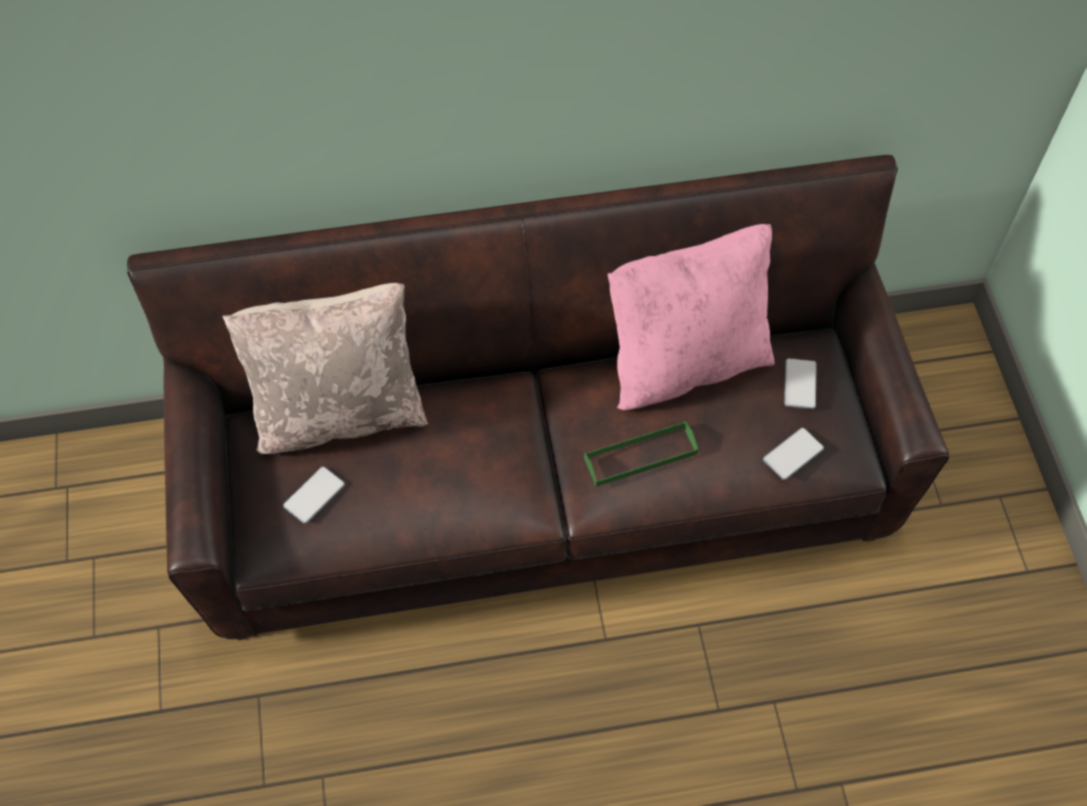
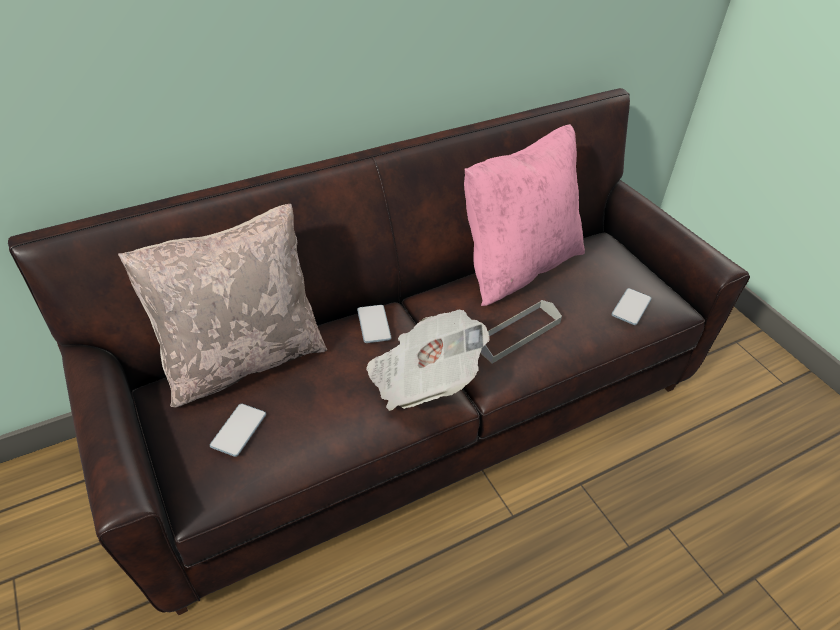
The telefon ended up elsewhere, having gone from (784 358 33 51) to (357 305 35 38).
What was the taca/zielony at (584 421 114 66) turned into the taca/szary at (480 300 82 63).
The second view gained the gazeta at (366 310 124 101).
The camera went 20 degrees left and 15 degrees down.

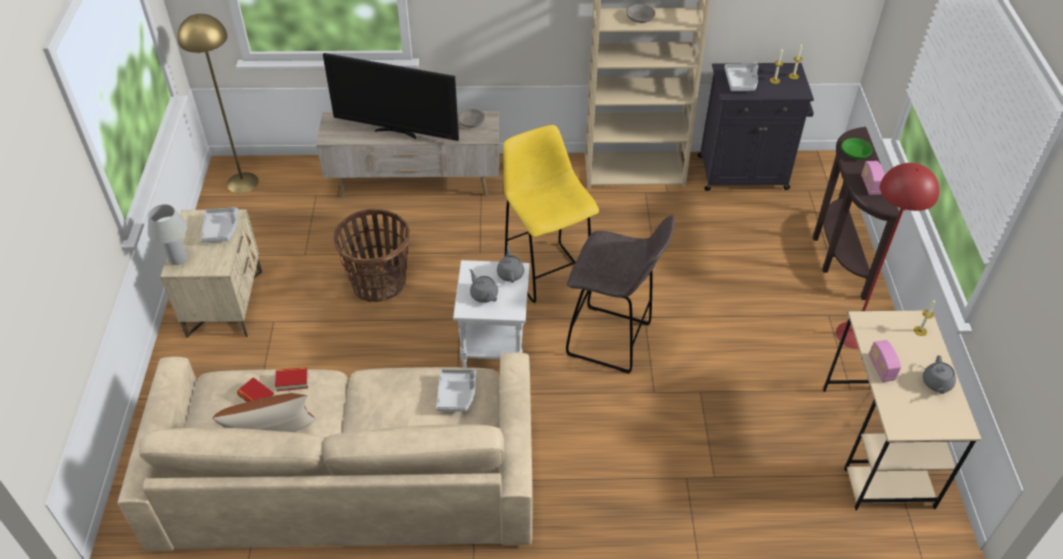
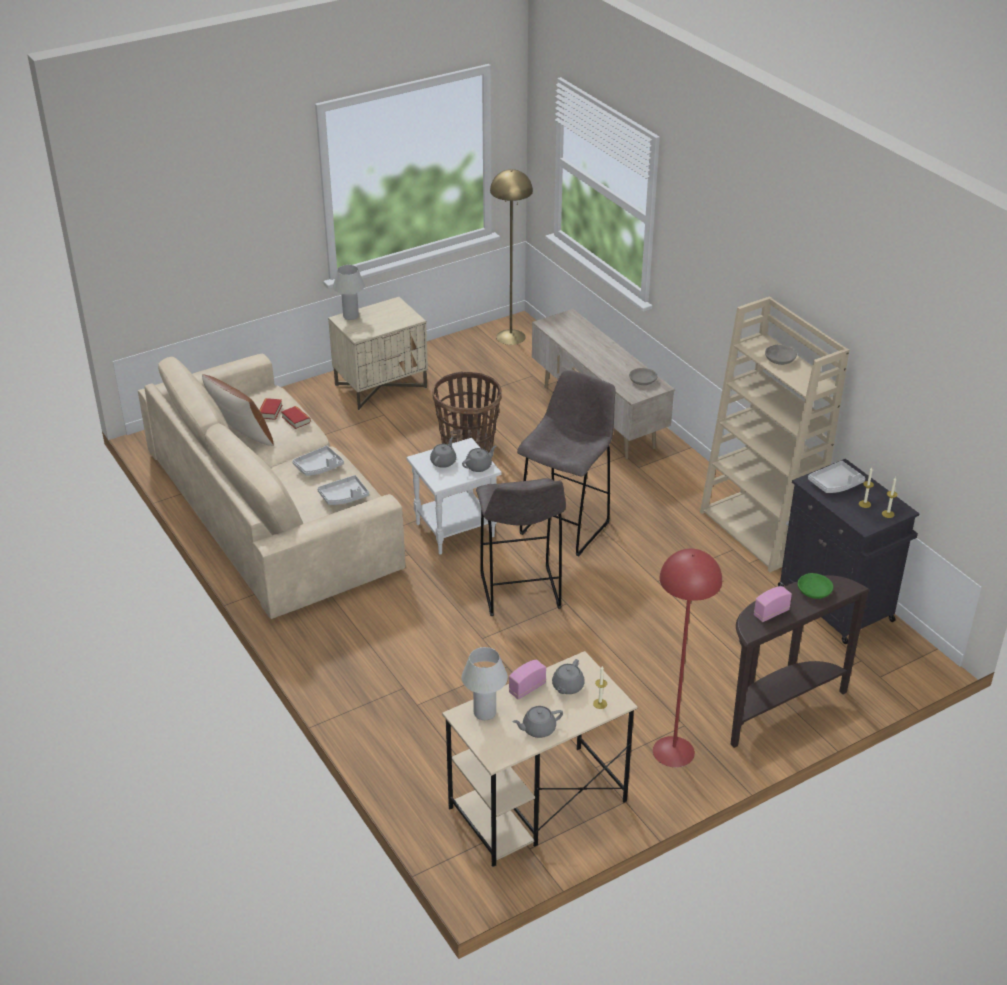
The second view lost the telewizor at (323 53 136 88).
What was the stołek/żółty at (503 125 96 180) turned into the stołek/szary at (517 370 99 186).
The taca/szary ended up elsewhere, having gone from (201 207 37 36) to (292 446 52 30).
The second view gained the lampa stołowa/biały at (462 647 46 73).
The second view gained the imbryk/szary at (552 659 33 35).
The camera went 60 degrees right and 10 degrees down.

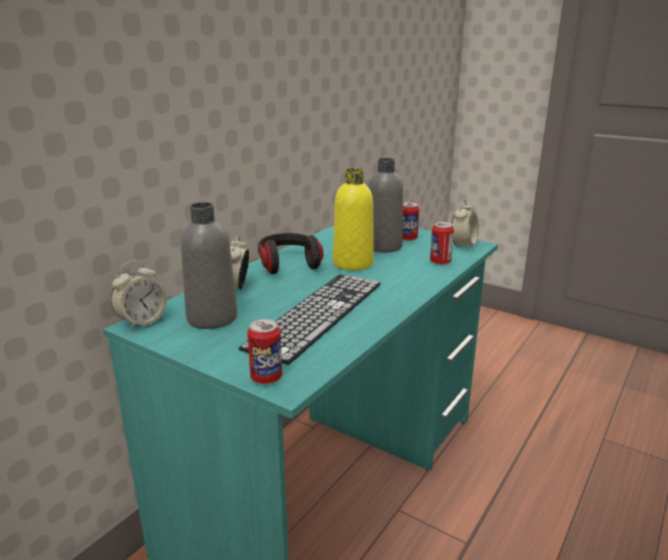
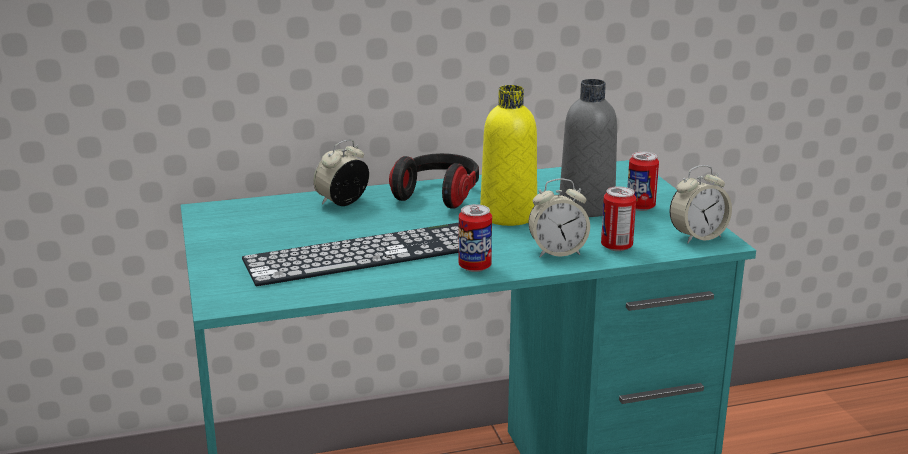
The second view lost the butelka/szary at (181 202 57 127).
The budzik ended up elsewhere, having gone from (111 261 56 69) to (528 178 62 79).
The puszka ended up elsewhere, having gone from (247 319 35 65) to (459 204 33 68).
The camera went 40 degrees right and 0 degrees up.

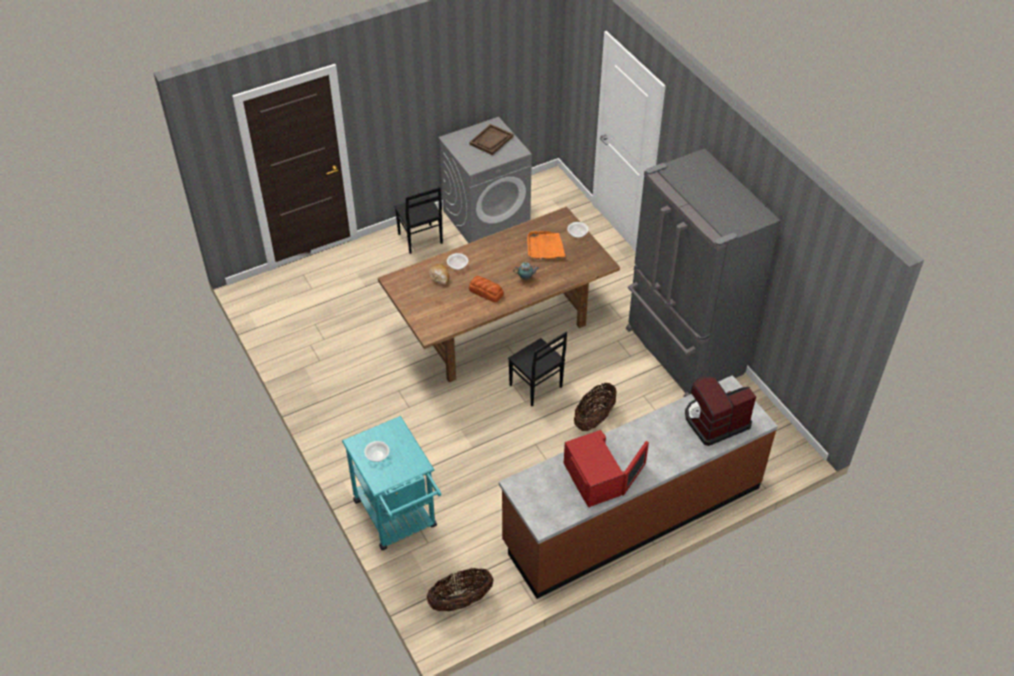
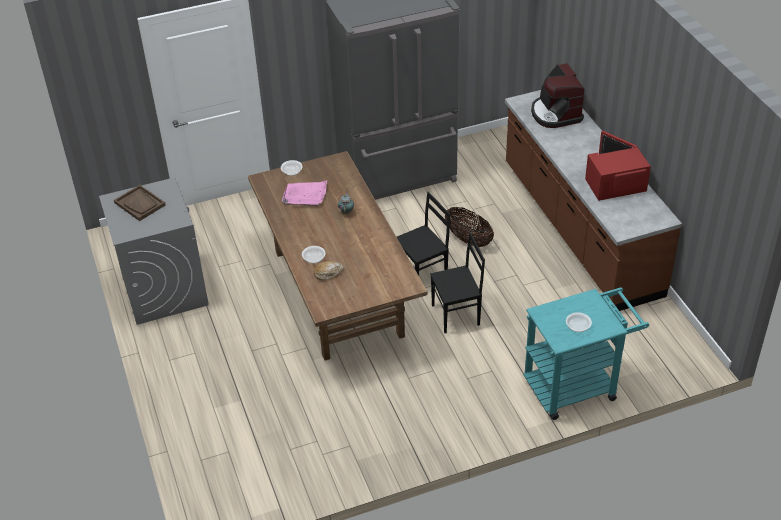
The krzesło/czarny ended up elsewhere, having gone from (394 187 49 67) to (430 232 55 101).
What was the taca/pomarańczowy at (527 231 39 28) turned into the taca/różowy at (282 181 45 25).
The second view lost the chleb at (469 276 35 26).
The second view lost the koszyk at (426 568 67 43).
The camera went 80 degrees left and 5 degrees down.

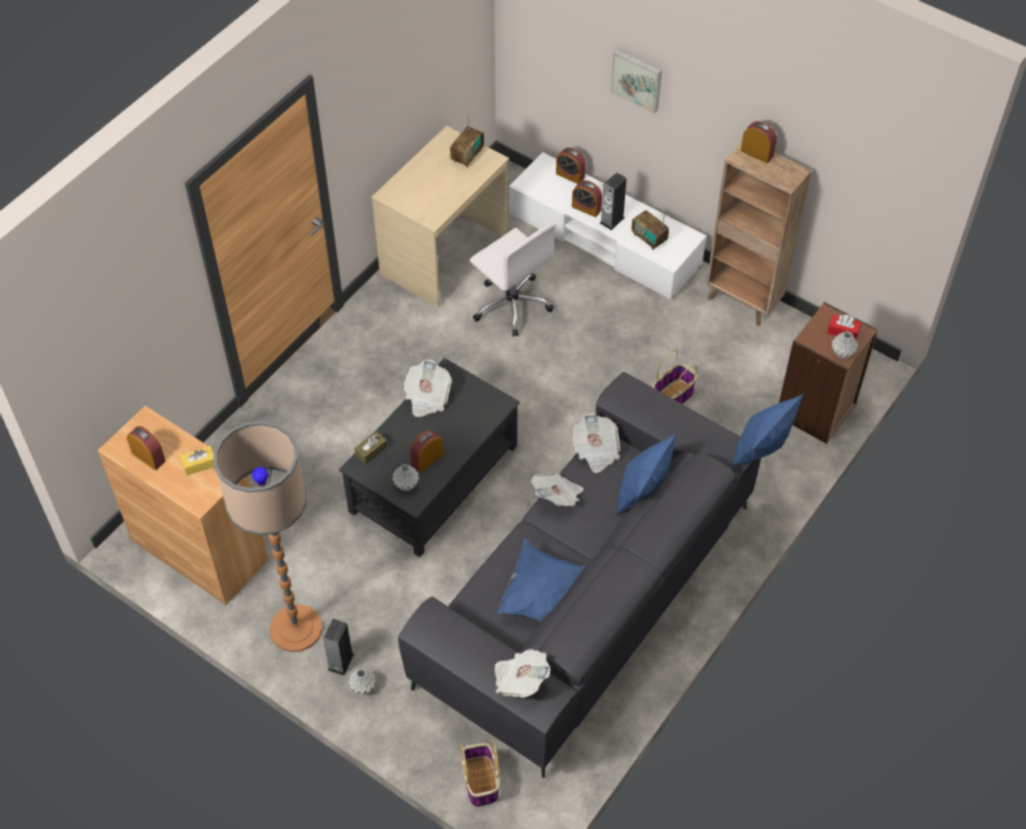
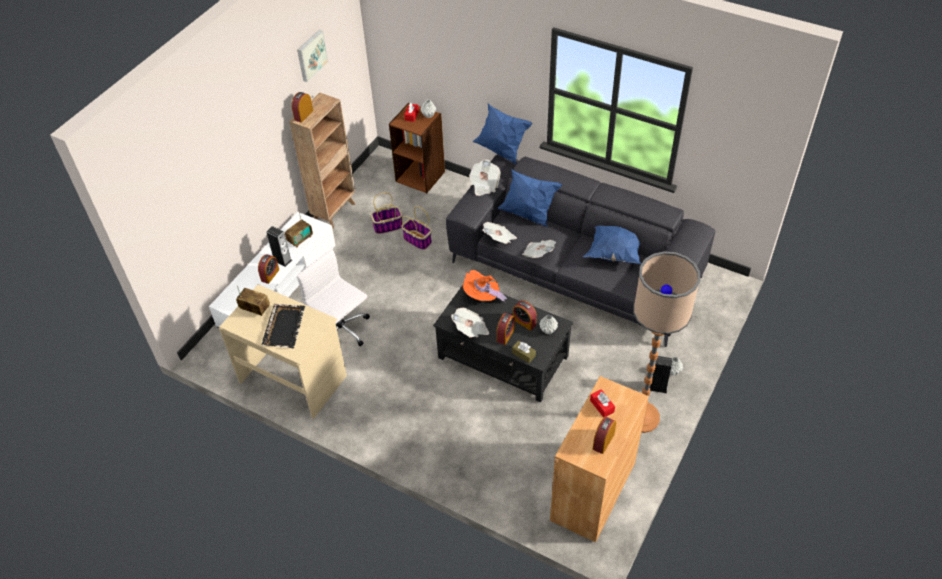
The obraz ended up elsewhere, having gone from (611 49 51 65) to (297 30 31 52).
The budzik ended up elsewhere, having gone from (556 147 30 37) to (497 313 18 32).
The krzesło biurowe/biały at (469 223 86 114) ended up facing another way, 90 degrees counterclockwise from before.
What was the pudełko chusteczek/żółty at (180 446 34 30) turned into the pudełko chusteczek/czerwony at (590 389 25 29).
The gazeta ended up elsewhere, having gone from (495 649 55 49) to (469 160 32 36).
The koszyk ended up elsewhere, having gone from (461 739 39 68) to (371 193 31 41).
The second view gained the kapelusz/pomarańczowy at (463 270 44 32).
The second view gained the taca/czarny at (261 304 44 44).
The camera went 95 degrees left and 5 degrees down.

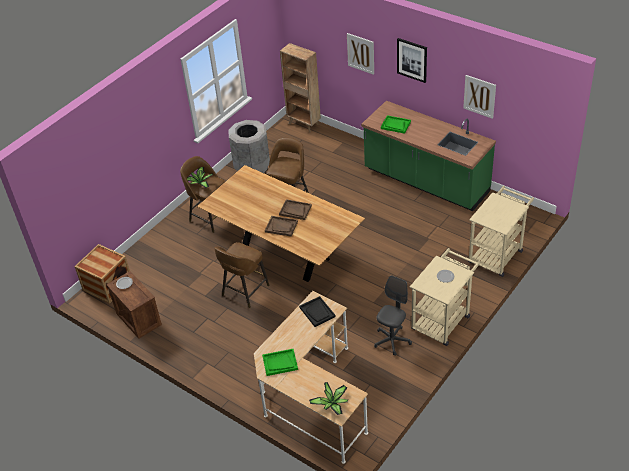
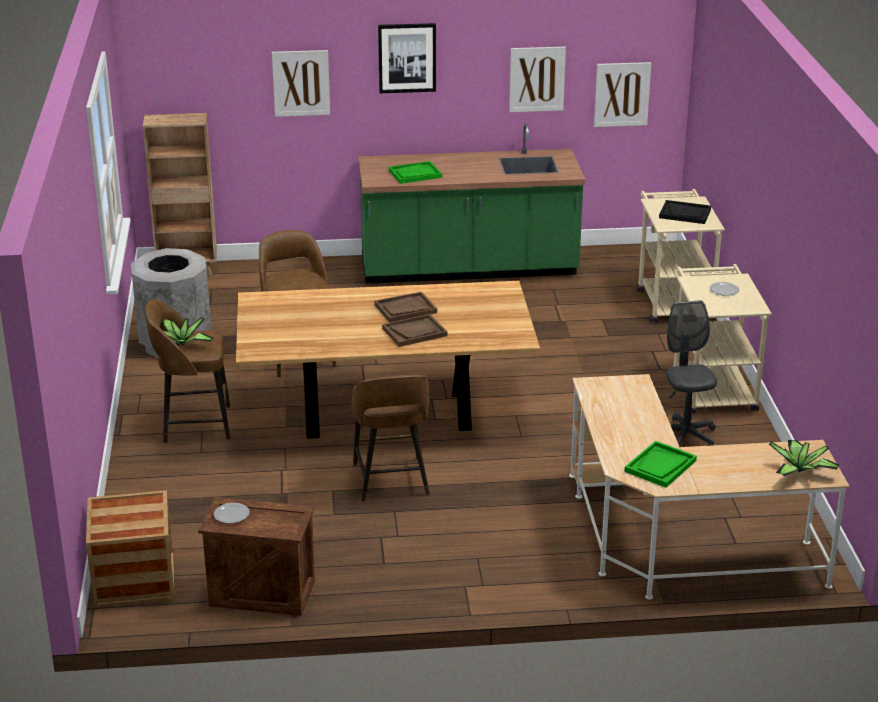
The taca/czarny ended up elsewhere, having gone from (299 296 37 31) to (659 200 52 24).
The second view gained the obraz at (594 62 57 65).
The camera went 45 degrees left and 15 degrees down.

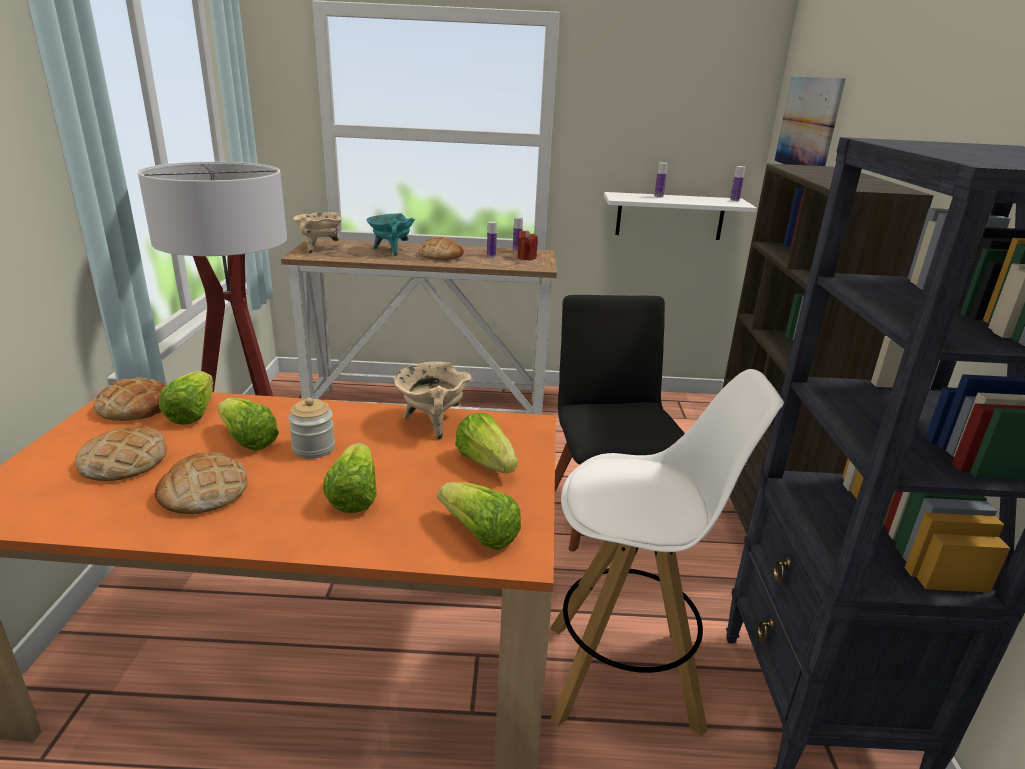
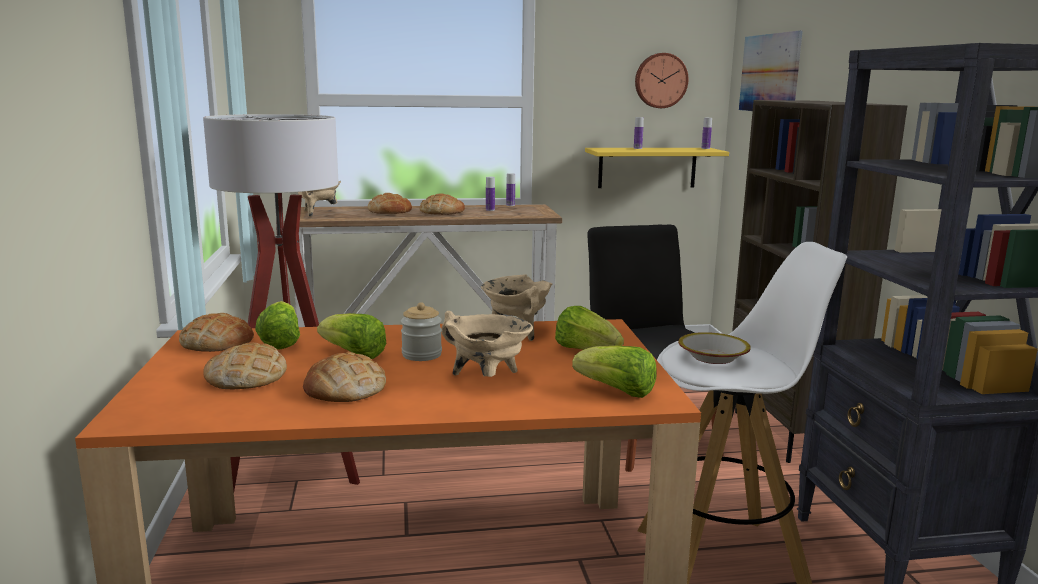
What was the półka/biały at (604 192 153 48) turned into the półka/żółty at (585 148 144 40).
Where the garnek/turkusowy stood at (367 213 48 43), the chleb came to stand at (368 193 44 21).
The second view lost the świeca/czerwony at (518 230 20 30).
Where the sałata stood at (323 443 54 70), the garnek/beżowy came to stand at (442 311 91 66).
The second view gained the zegar ścienny at (635 53 53 55).
The second view gained the miska at (678 332 73 32).
The camera went 10 degrees left and 10 degrees down.

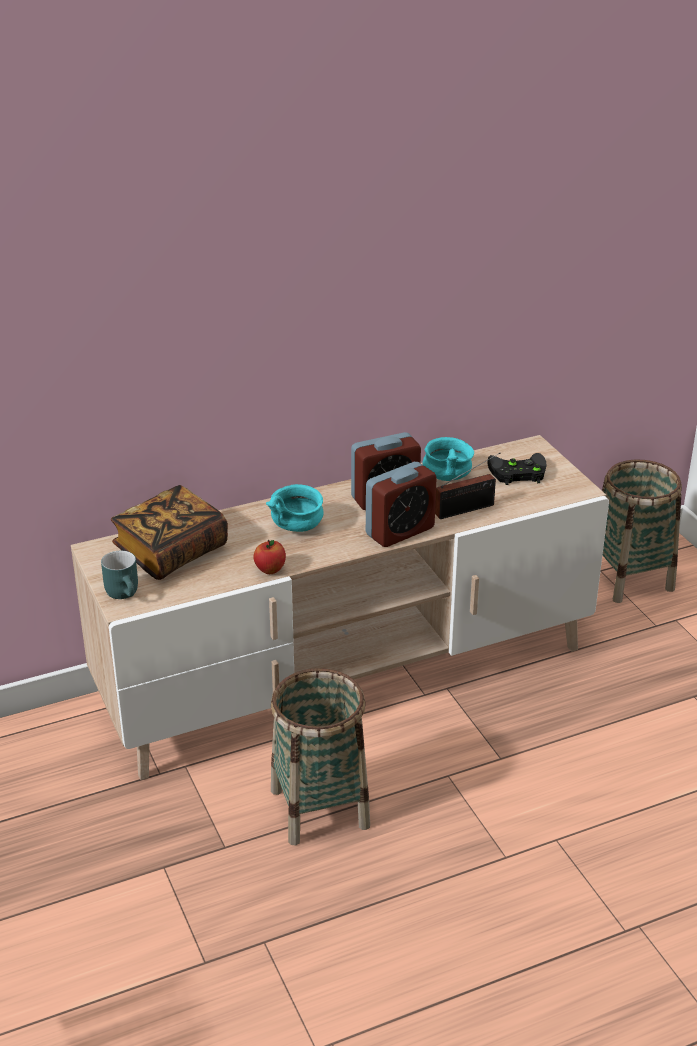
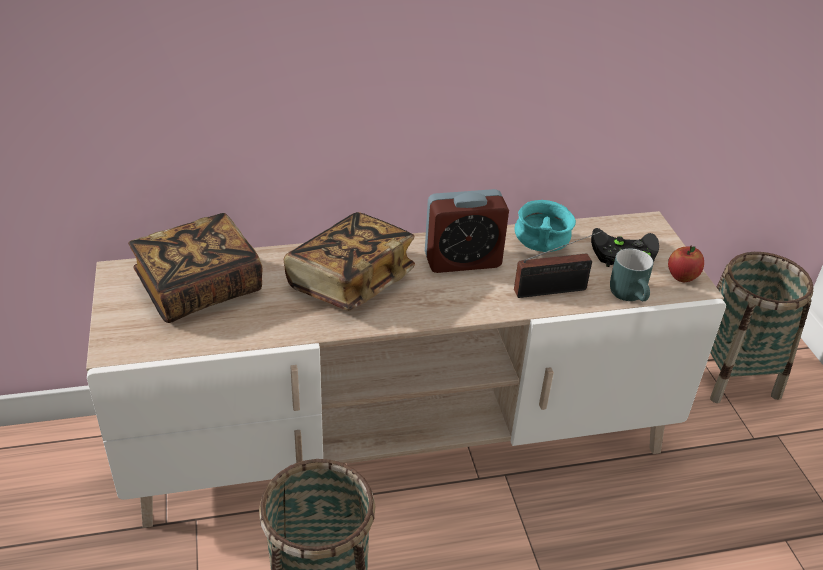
The second view lost the budzik at (366 462 71 85).
Where the miska/turkusowy stood at (266 484 58 48), the książka came to stand at (284 212 131 99).
The jabłko ended up elsewhere, having gone from (254 540 32 34) to (668 246 36 36).
The kubek/turkusowy ended up elsewhere, having gone from (101 551 37 48) to (610 248 44 53).
The camera went 10 degrees right and 5 degrees up.

